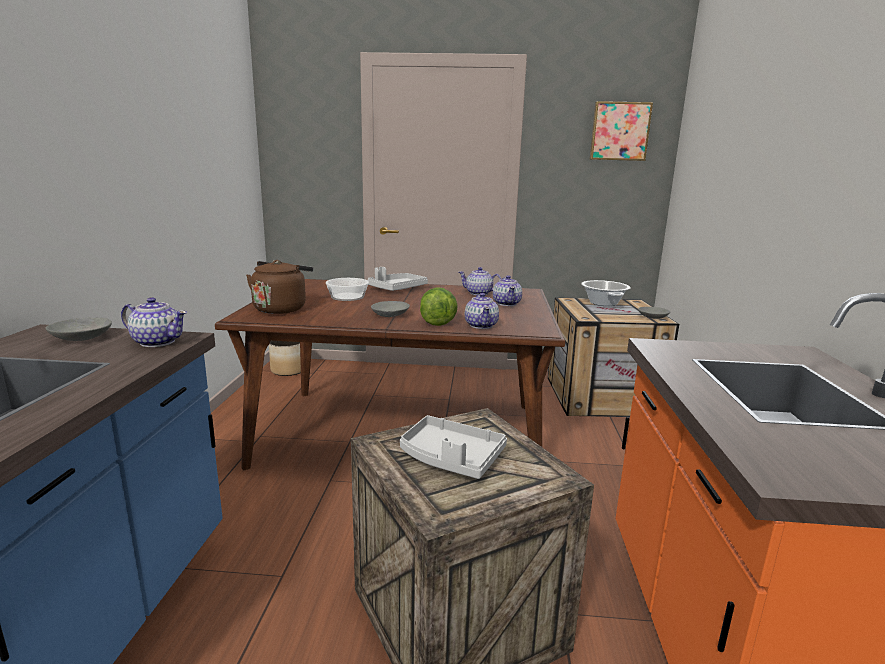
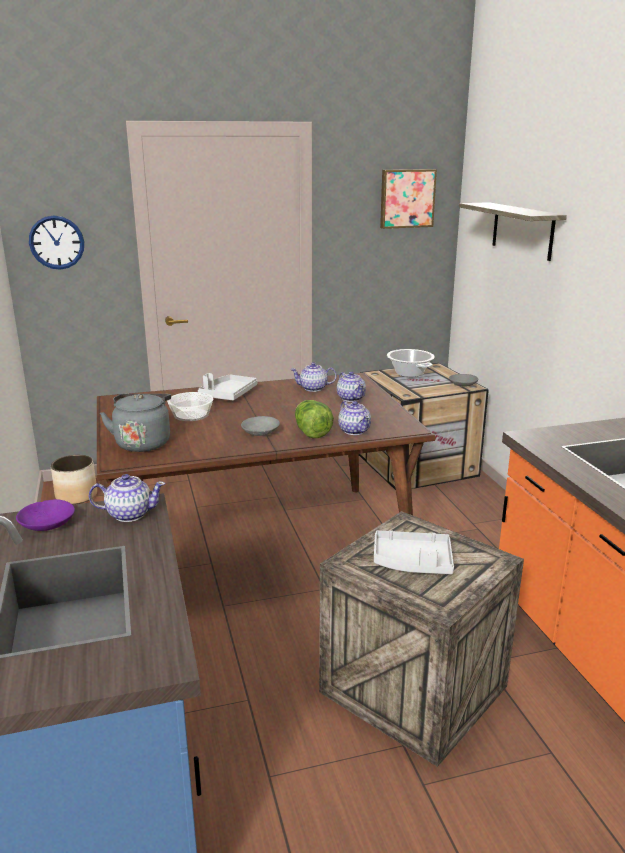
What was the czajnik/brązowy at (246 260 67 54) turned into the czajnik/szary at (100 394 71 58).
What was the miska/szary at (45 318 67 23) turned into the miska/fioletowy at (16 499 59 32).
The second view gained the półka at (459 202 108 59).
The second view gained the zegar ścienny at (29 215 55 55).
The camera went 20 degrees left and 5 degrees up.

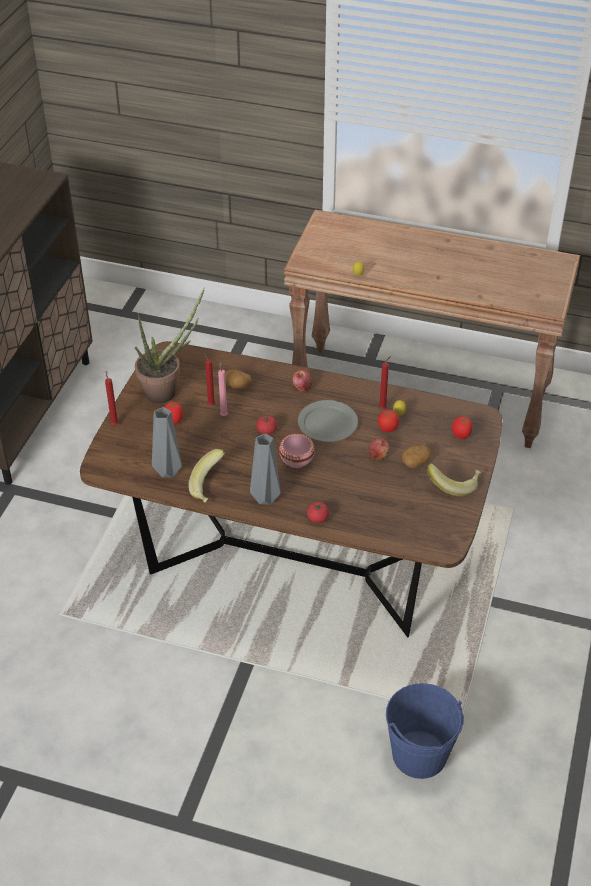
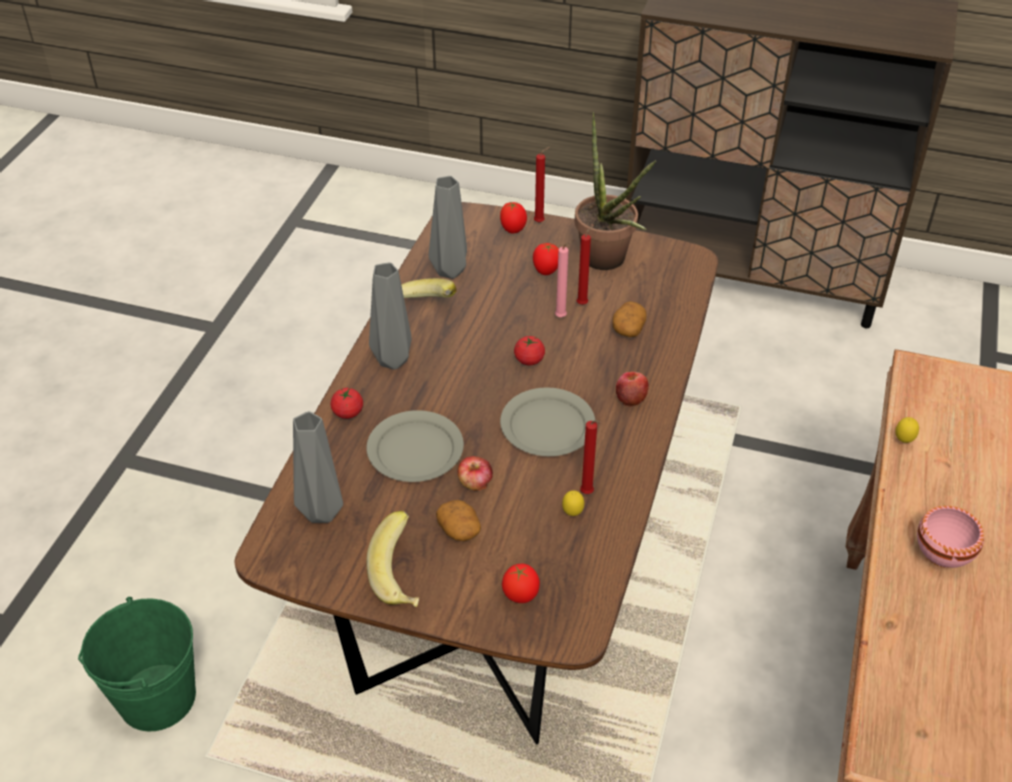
The pomidor ended up elsewhere, having gone from (378 410 21 22) to (500 202 27 32).
The miska/różowy ended up elsewhere, having gone from (279 434 36 35) to (917 505 67 63).
What was the wiadro/niebieski at (386 683 78 96) turned into the wiadro/zielony at (78 597 118 135).
The second view gained the talerz/szary at (366 410 98 72).
The second view gained the wazon/szary at (293 411 50 112).
The camera went 90 degrees right and 0 degrees up.

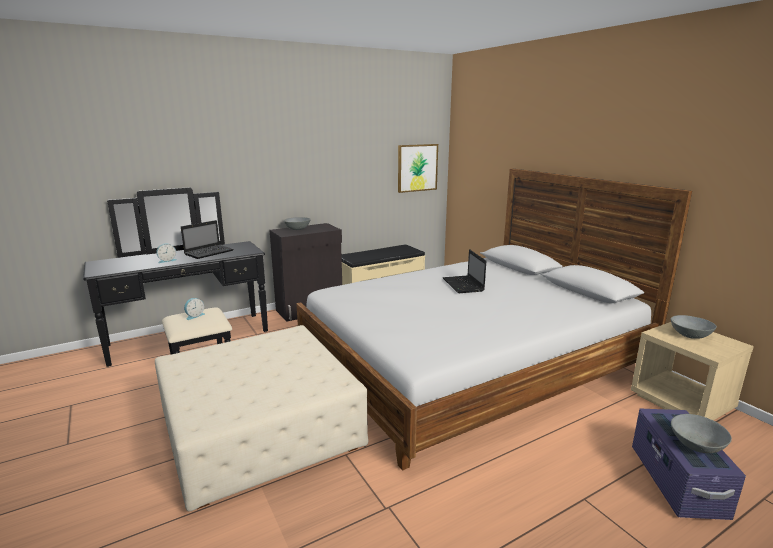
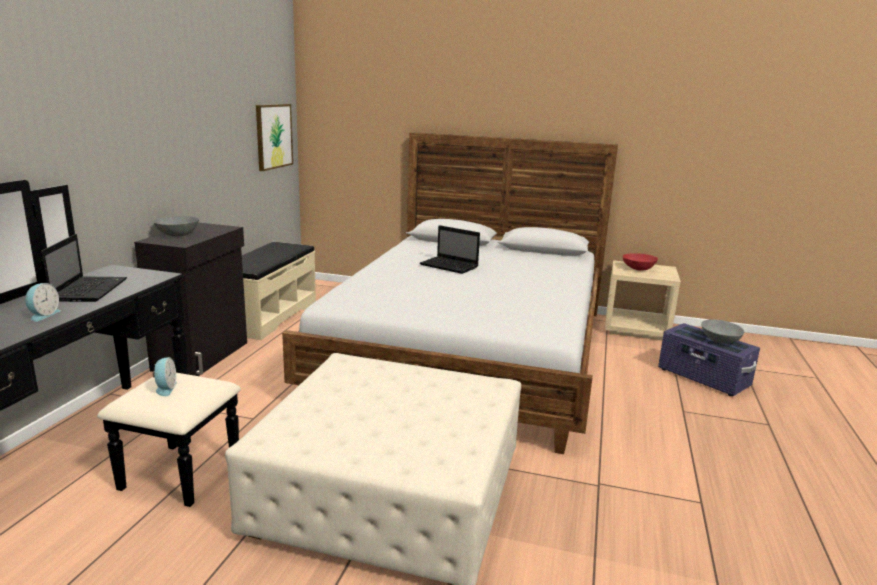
What was the miska/szary at (671 315 46 24) turned into the miska/czerwony at (623 253 35 18).
The camera went 45 degrees left and 0 degrees up.

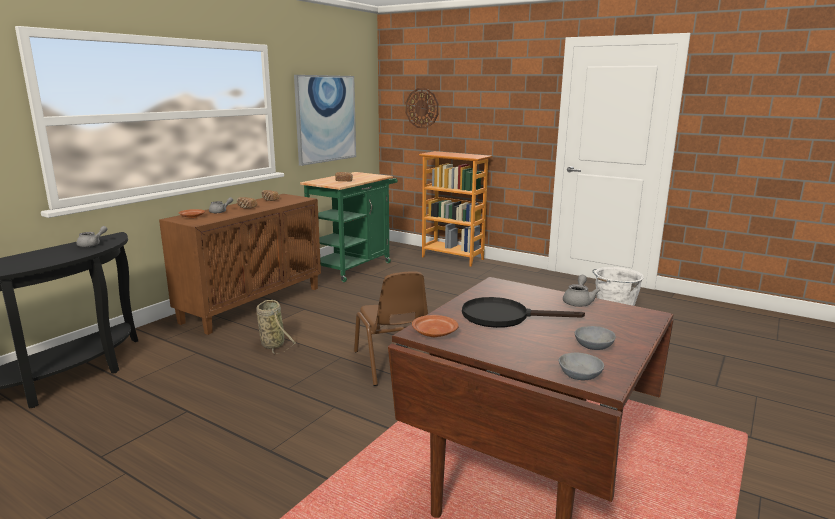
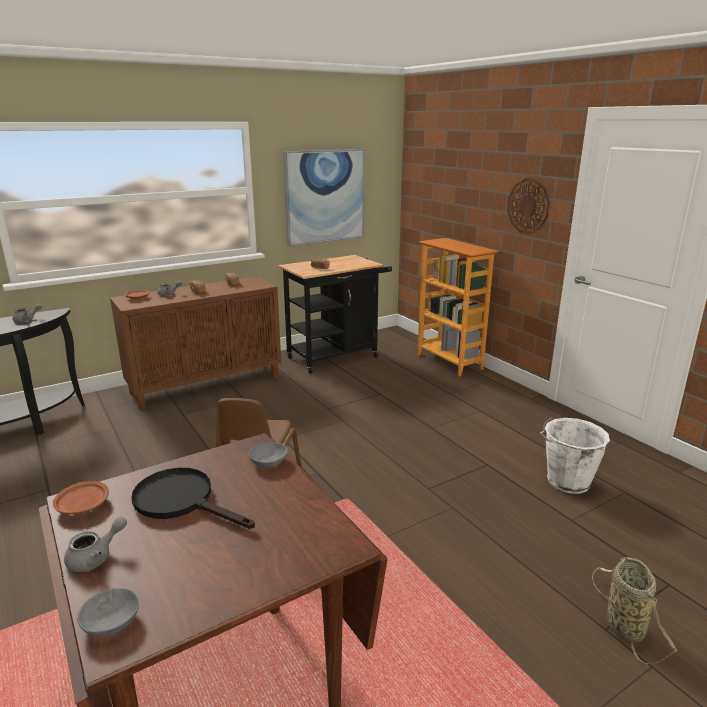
The zegar ścienny ended up elsewhere, having gone from (406 88 33 40) to (507 179 43 55).
What was the wózek/zielony at (300 172 98 110) turned into the wózek/czarny at (278 255 114 119).
The imbryk/szary ended up elsewhere, having gone from (563 275 37 32) to (64 517 63 55).
The koszyk ended up elsewhere, having gone from (256 300 40 54) to (592 557 86 108).
The miska/szary ended up elsewhere, having gone from (575 326 41 24) to (249 442 39 26).
The camera went 25 degrees right and 5 degrees up.

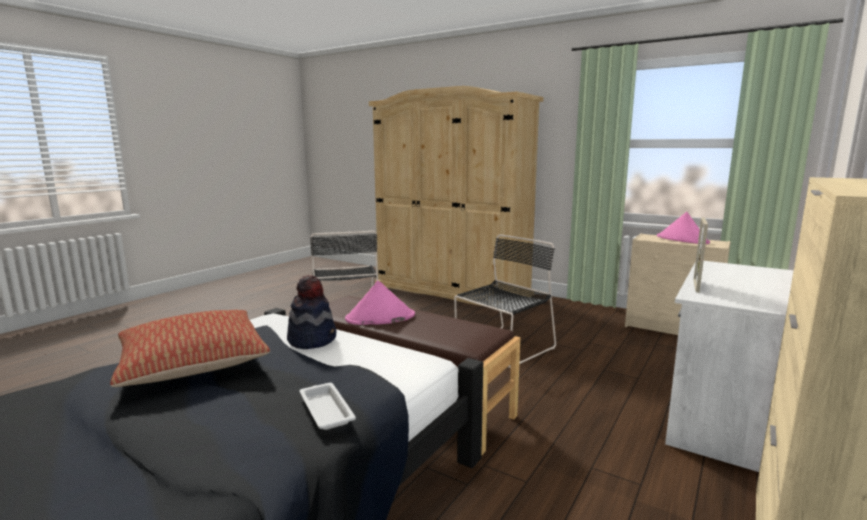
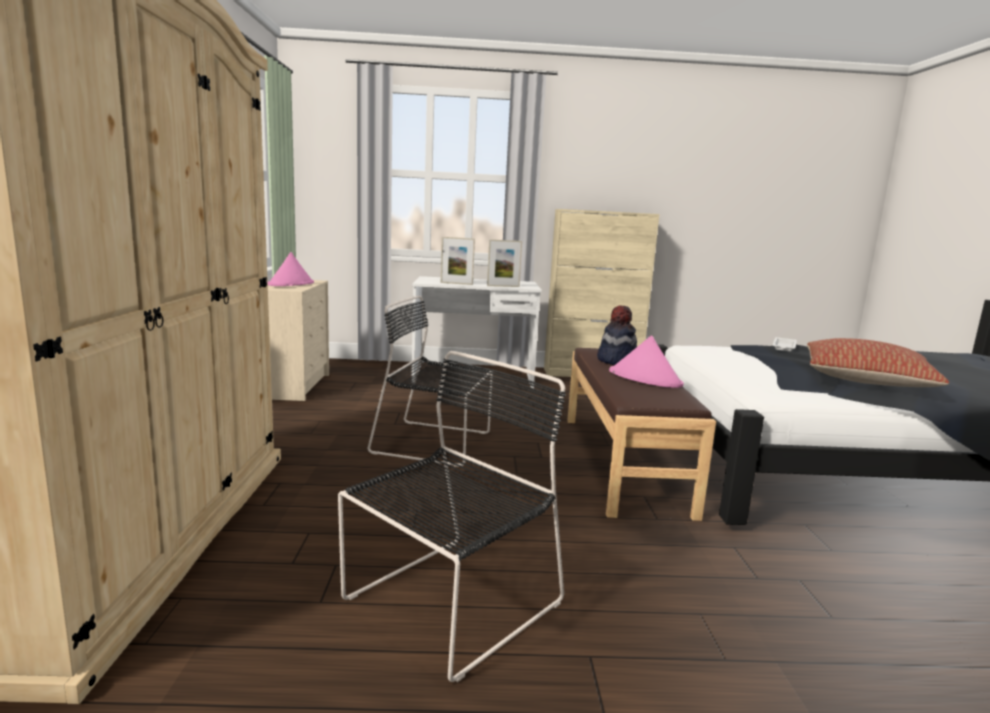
The kapelusz ended up elsewhere, having gone from (287 275 49 74) to (597 305 40 60).
The second view gained the ramka na zdjęcie at (441 237 34 48).
The camera went 125 degrees left and 0 degrees up.

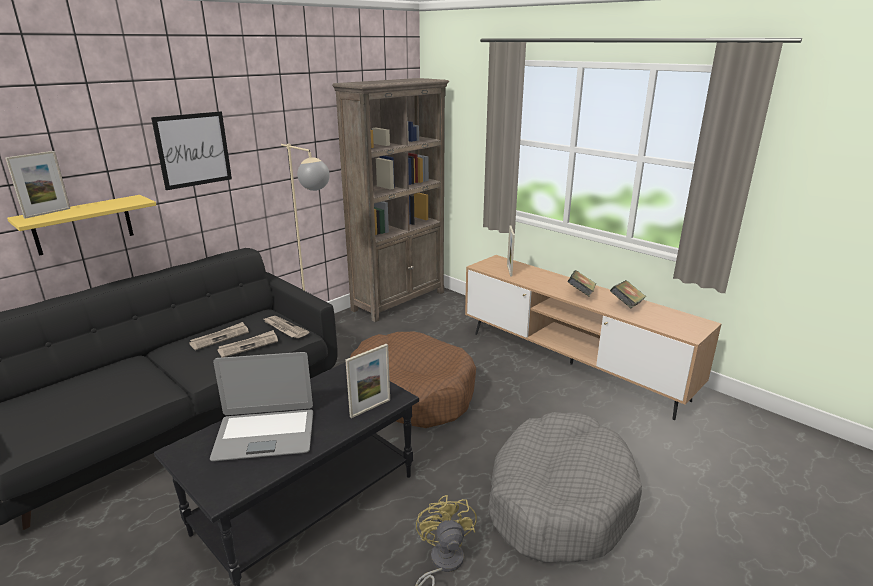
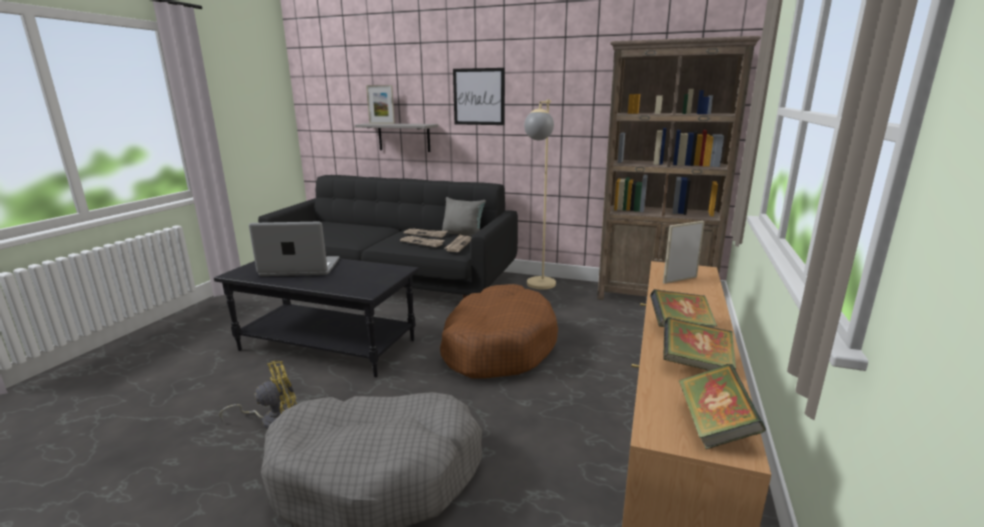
What was the półka/żółty at (7 195 149 61) turned into the półka/szary at (355 123 84 29).
The second view lost the ramka na zdjęcie at (345 344 45 74).
The laptop at (210 352 103 109) ended up facing another way, 120 degrees clockwise from before.
The second view gained the poduszka/szary at (442 197 44 39).
The second view gained the książka at (679 364 87 85).
The camera went 65 degrees right and 5 degrees down.

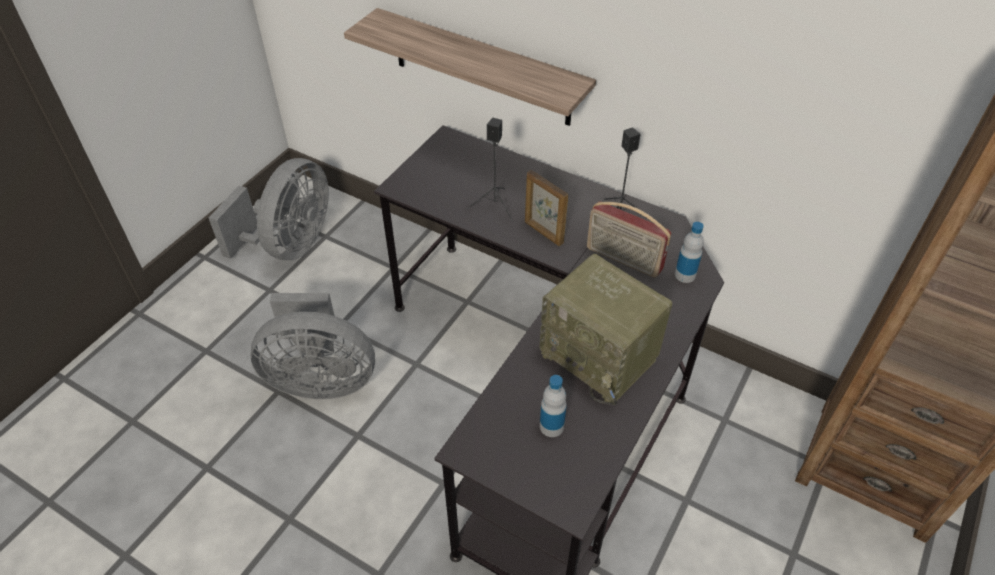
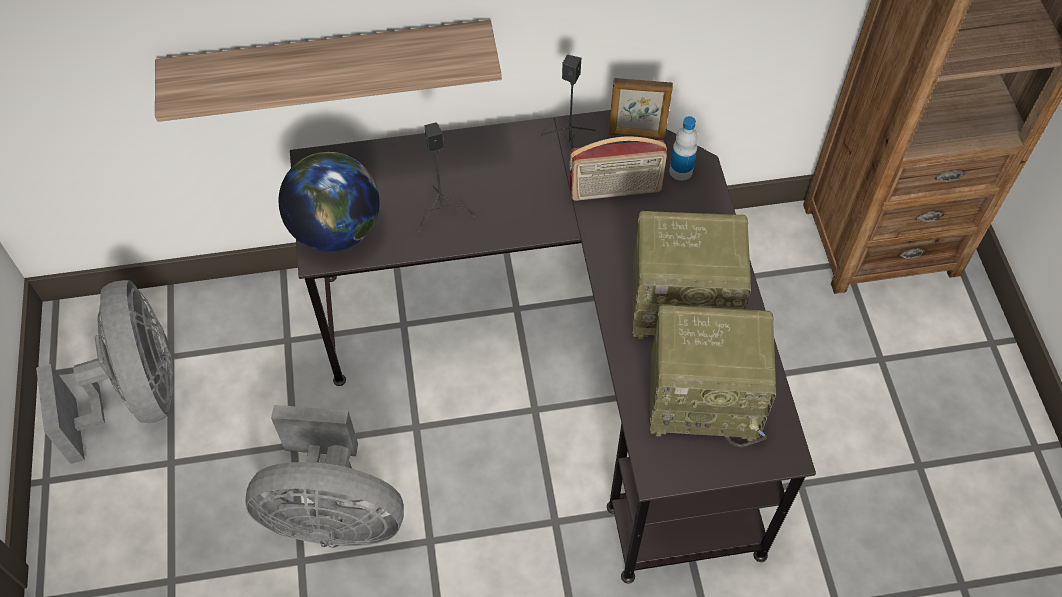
The ramka na zdjęcie ended up elsewhere, having gone from (525 170 43 76) to (609 78 64 61).
The wentylator/szary at (251 293 124 106) ended up facing another way, 45 degrees clockwise from before.
Where the butelka stood at (540 375 27 62), the radio came to stand at (650 305 126 142).
The second view gained the globus at (278 152 102 100).
The camera went 40 degrees left and 10 degrees up.

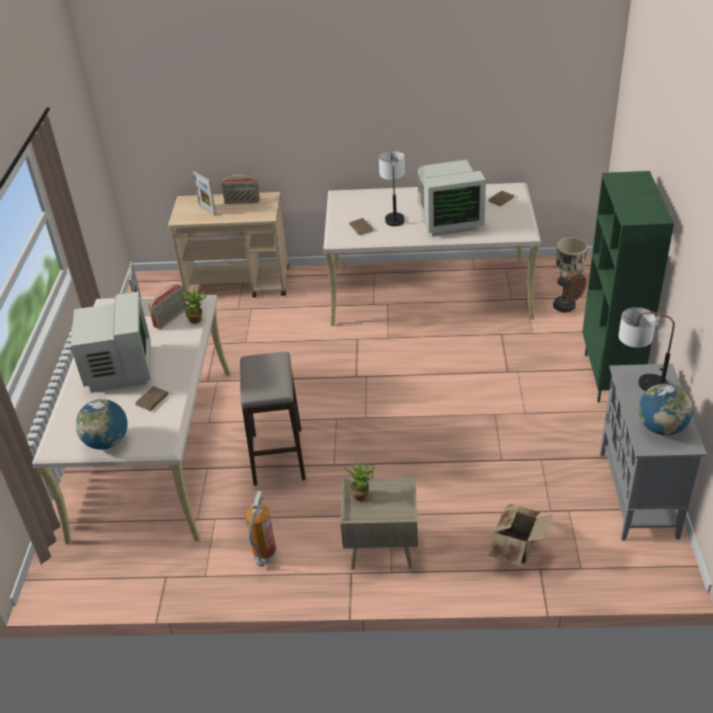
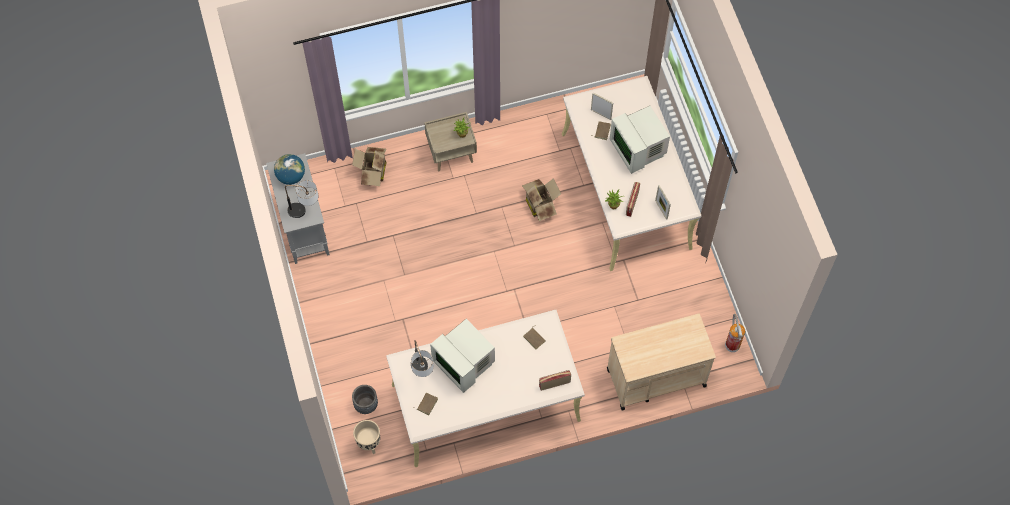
The lampa stołowa ended up elsewhere, having gone from (379 150 26 76) to (411 340 23 37).
The monitor at (418 160 68 77) ended up facing another way, 105 degrees counterclockwise from before.
The ramka na zdjęcie ended up elsewhere, having gone from (193 171 23 45) to (591 93 22 27).
The second view lost the regał/zielony at (582 171 92 231).
The radio ended up elsewhere, having gone from (221 175 39 29) to (539 370 32 21).
Where the wentylator/brązowy stood at (553 274 33 38), the donica/szary came to stand at (352 385 26 29).
Where the stołek stood at (240 352 66 134), the karton came to stand at (522 178 39 43).
The second view lost the globus at (75 399 52 51).
The gaśnica ended up elsewhere, having gone from (245 490 32 77) to (725 314 21 38).
The camera went 160 degrees right and 25 degrees up.

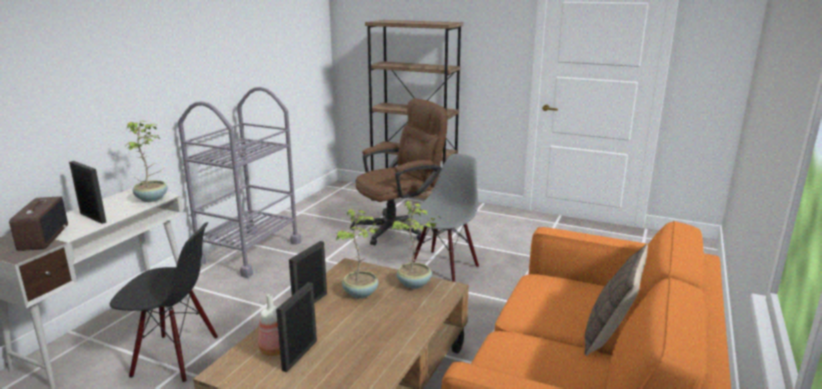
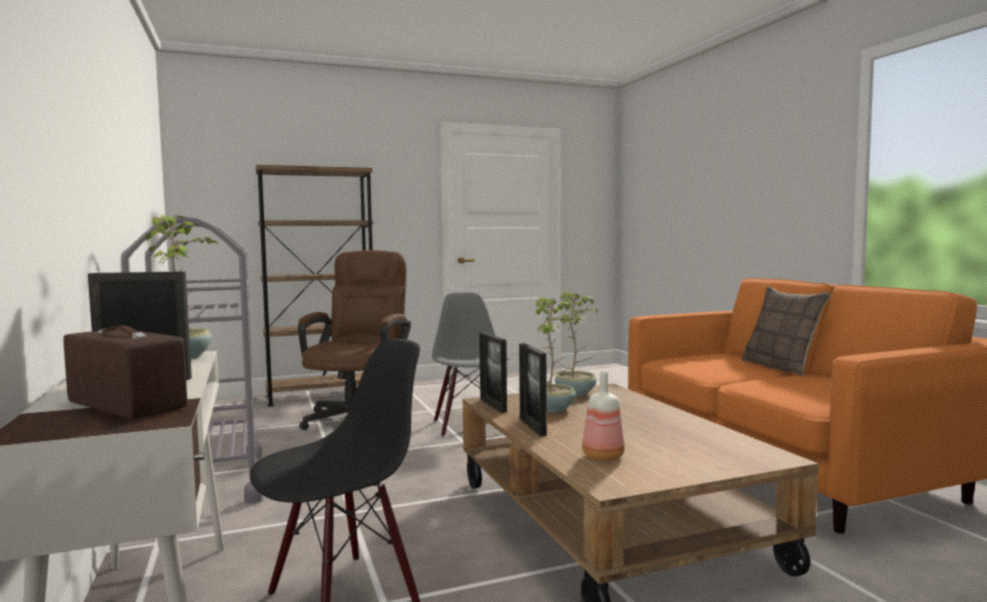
The ramka na zdjęcie ended up elsewhere, having gone from (276 282 41 90) to (479 332 28 81).
The camera went 45 degrees left and 15 degrees down.

